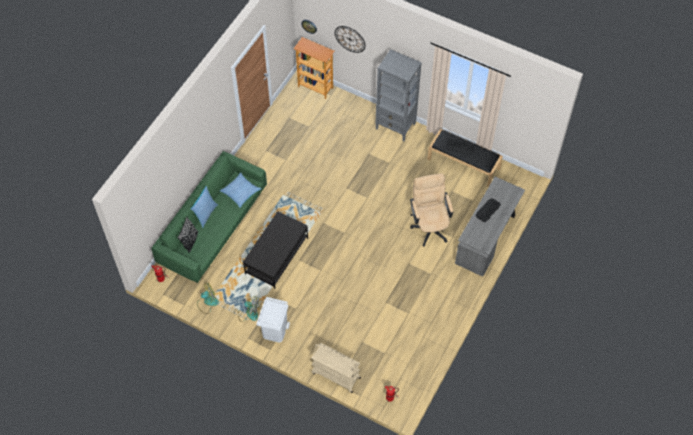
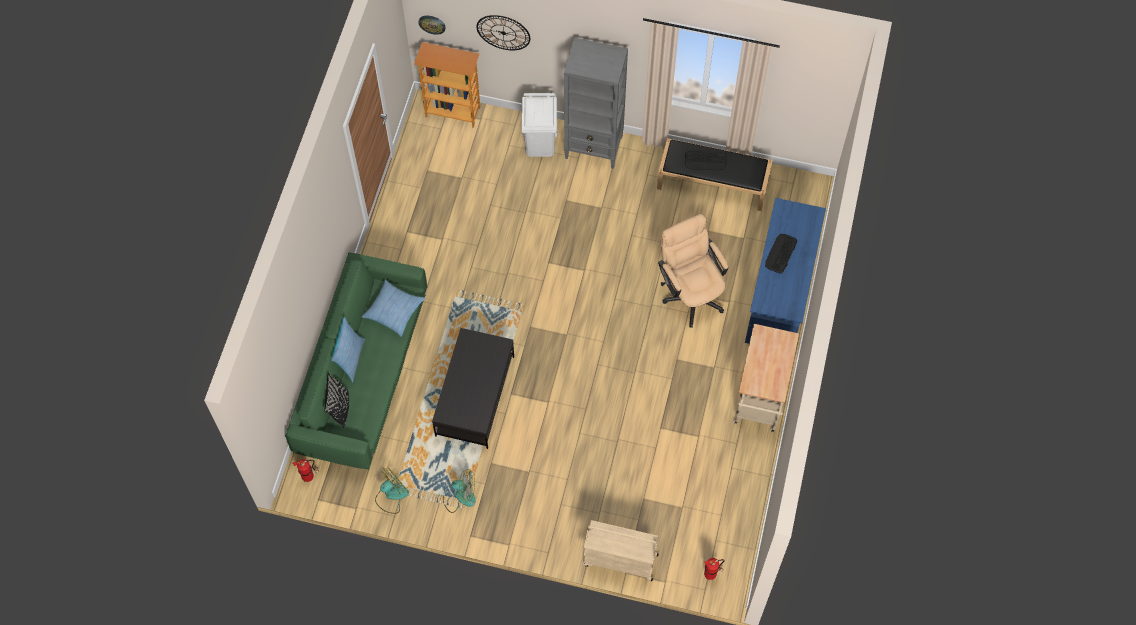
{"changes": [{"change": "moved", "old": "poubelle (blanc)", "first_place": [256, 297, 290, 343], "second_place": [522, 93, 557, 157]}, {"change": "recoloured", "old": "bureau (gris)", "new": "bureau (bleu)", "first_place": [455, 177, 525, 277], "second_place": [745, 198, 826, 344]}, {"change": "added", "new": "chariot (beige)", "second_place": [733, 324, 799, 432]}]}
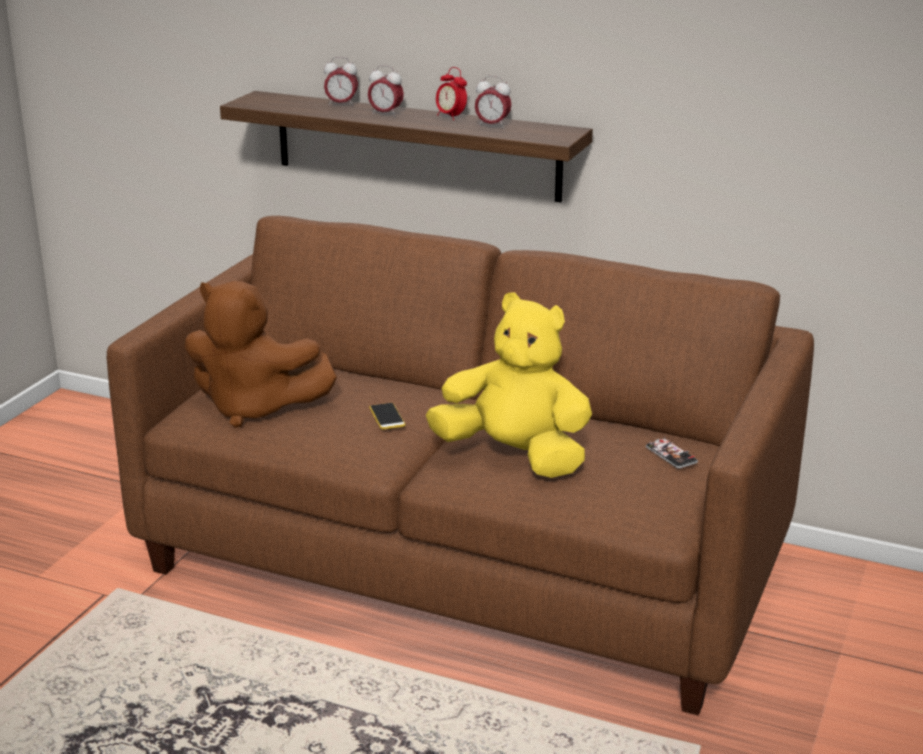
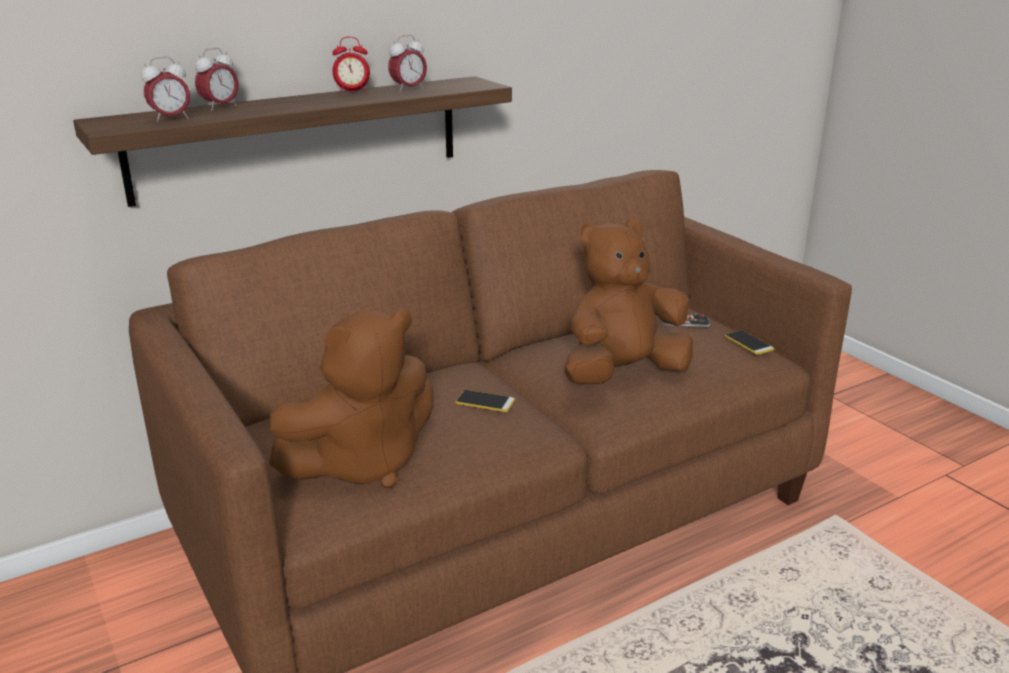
{"changes": [{"change": "moved", "old": "réveil", "first_place": [368, 65, 404, 117], "second_place": [141, 57, 190, 122]}, {"change": "recoloured", "old": "peluche (jaune)", "new": "peluche (marron)", "first_place": [426, 292, 592, 478], "second_place": [565, 219, 693, 385]}, {"change": "added", "new": "téléphone", "second_place": [725, 330, 774, 355]}]}
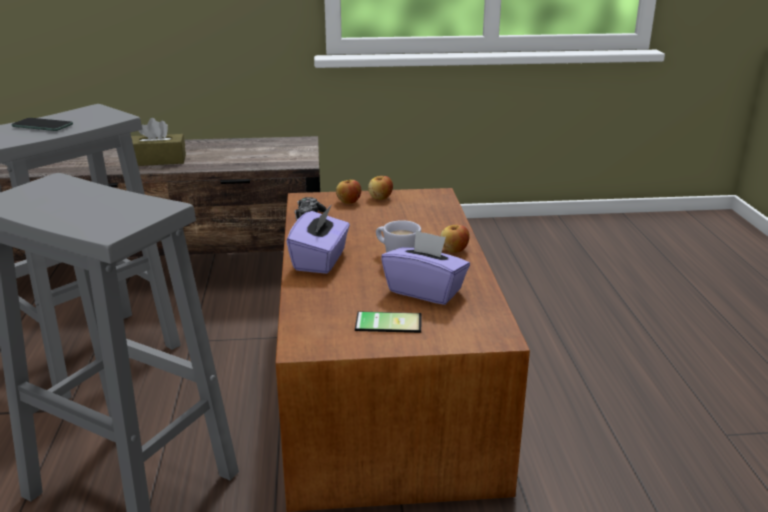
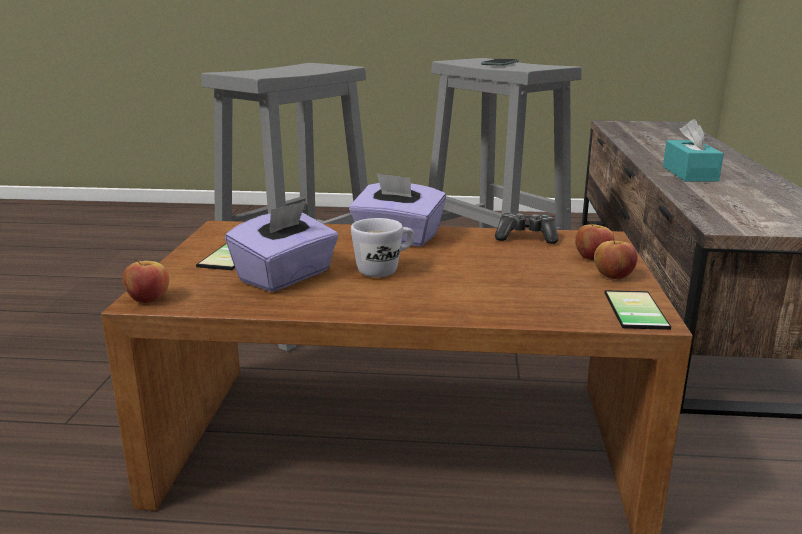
{"changes": [{"change": "recoloured", "old": "boîte à mouchoirs (marron)", "new": "boîte à mouchoirs (turquoise)", "first_place": [131, 118, 186, 166], "second_place": [663, 119, 724, 182]}, {"change": "moved", "old": "pomme", "first_place": [440, 225, 470, 253], "second_place": [123, 259, 169, 303]}, {"change": "added", "new": "téléphone", "second_place": [605, 290, 671, 330]}]}
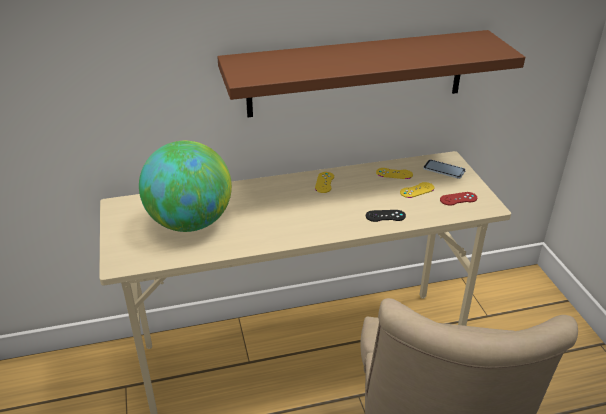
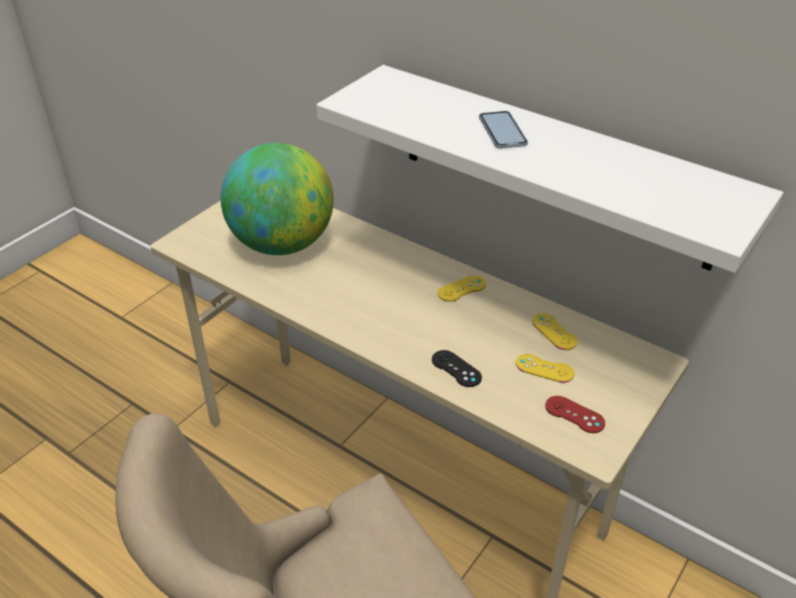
{"changes": [{"change": "recoloured", "old": "étagère (marron)", "new": "étagère (blanc)", "first_place": [217, 30, 525, 117], "second_place": [316, 65, 784, 273]}, {"change": "moved", "old": "téléphone", "first_place": [423, 160, 466, 179], "second_place": [479, 111, 528, 149]}]}
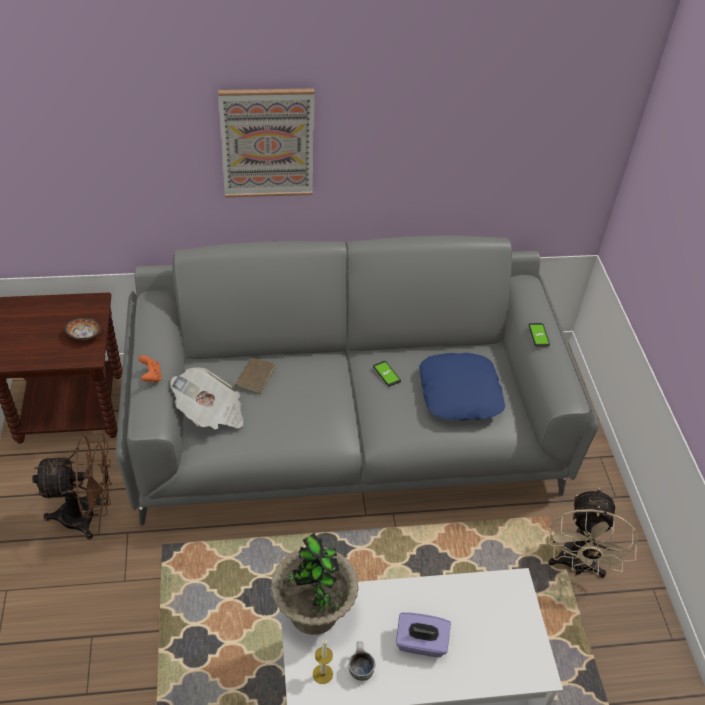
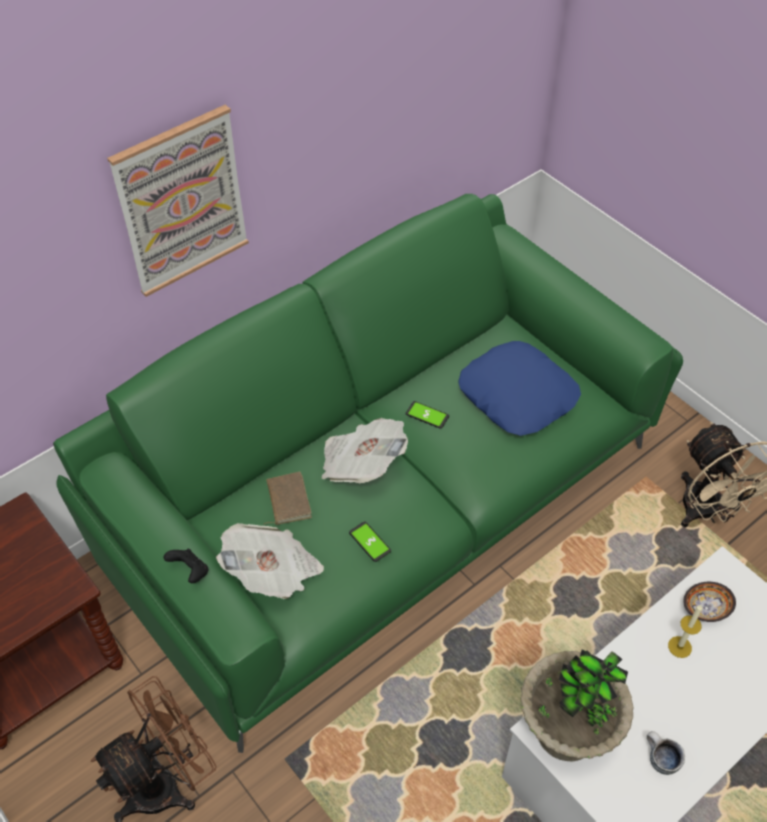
{"changes": [{"change": "moved", "old": "bol", "first_place": [64, 317, 101, 340], "second_place": [683, 582, 736, 622]}, {"change": "recoloured", "old": "canapé (gris)", "new": "canapé (vert)", "first_place": [116, 235, 599, 526], "second_place": [53, 194, 683, 753]}, {"change": "recoloured", "old": "manette (orange)", "new": "manette (noir)", "first_place": [138, 355, 162, 383], "second_place": [163, 549, 208, 583]}, {"change": "moved", "old": "bougie", "first_place": [313, 639, 333, 684], "second_place": [668, 605, 702, 658]}, {"change": "removed", "old": "boîte à mouchoirs (violet)", "first_place": [396, 612, 451, 657]}, {"change": "moved", "old": "téléphone", "first_place": [529, 323, 550, 347], "second_place": [349, 522, 391, 562]}, {"change": "added", "new": "journal", "second_place": [322, 418, 408, 483]}]}
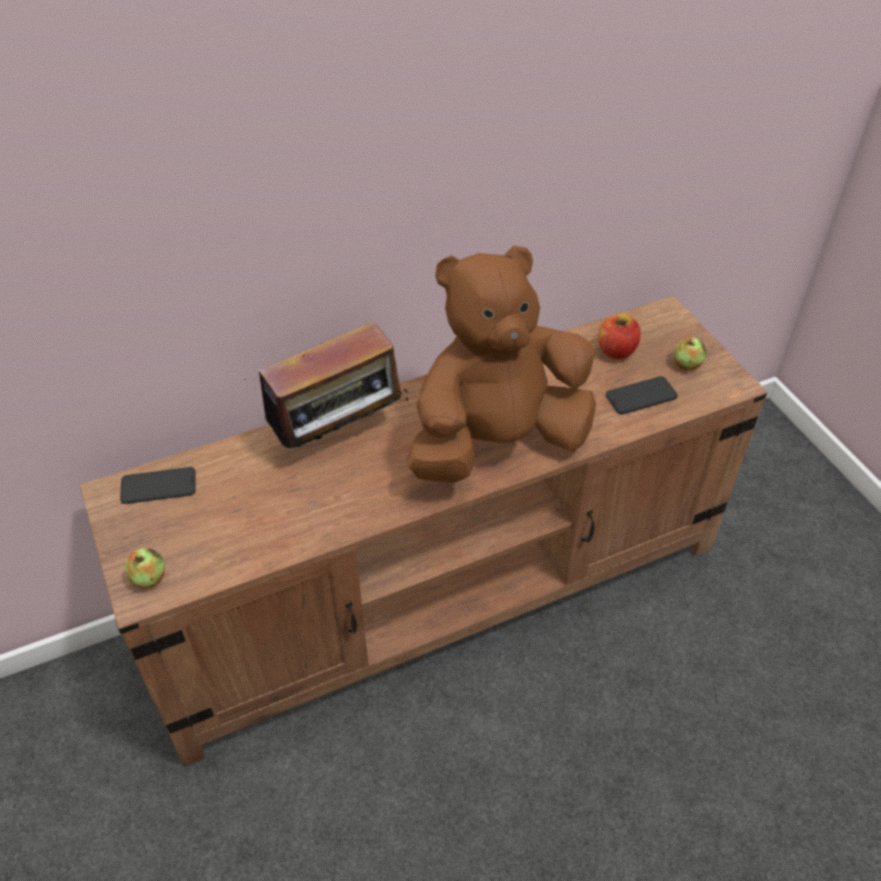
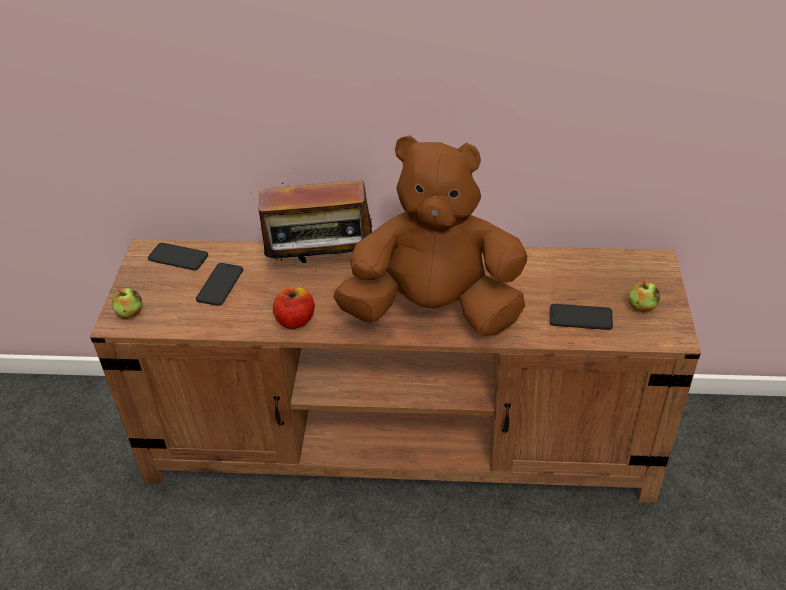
{"changes": [{"change": "moved", "old": "pomme", "first_place": [598, 314, 641, 359], "second_place": [273, 287, 315, 329]}, {"change": "added", "new": "téléphone", "second_place": [196, 263, 243, 306]}]}
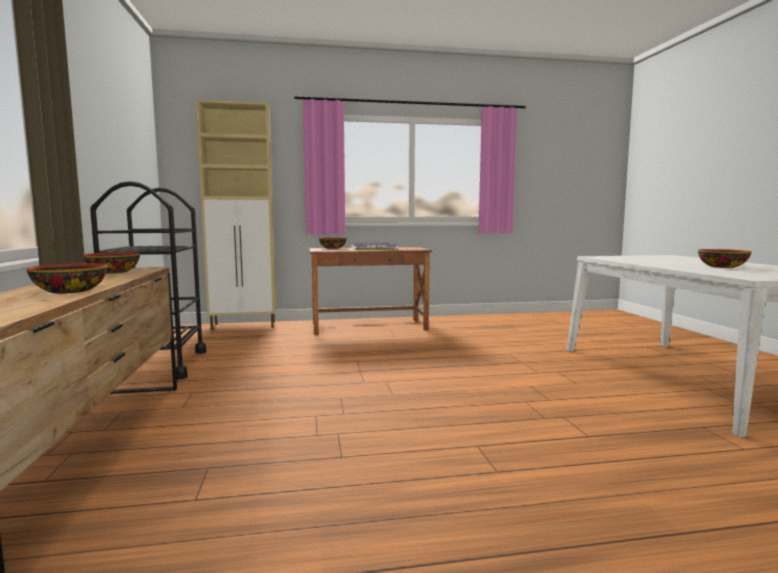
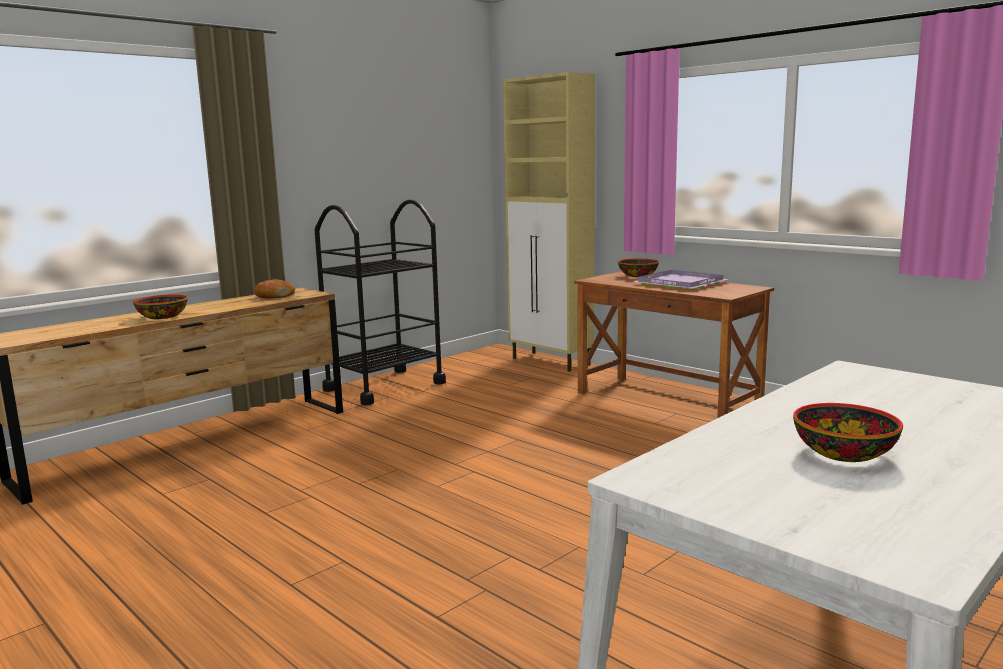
{"changes": [{"change": "replaced", "old": "bol", "new": "pain", "first_place": [83, 252, 140, 274], "second_place": [254, 279, 295, 298]}]}
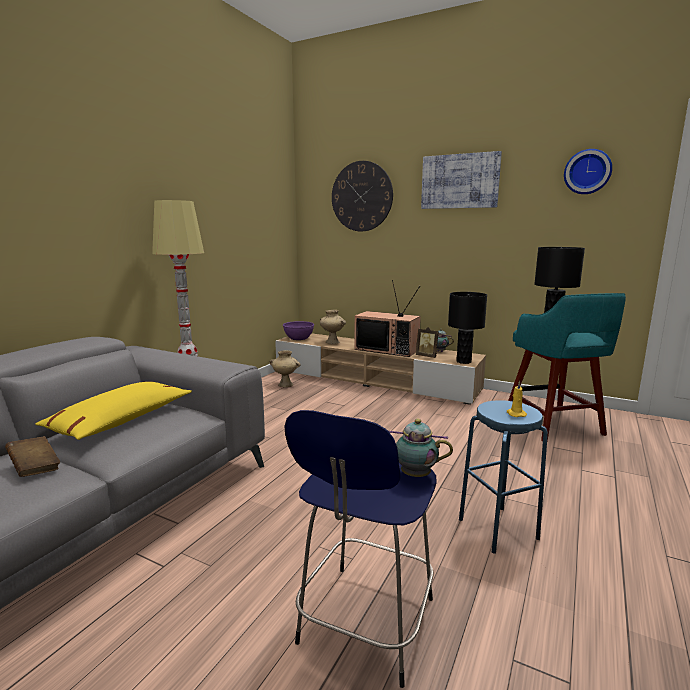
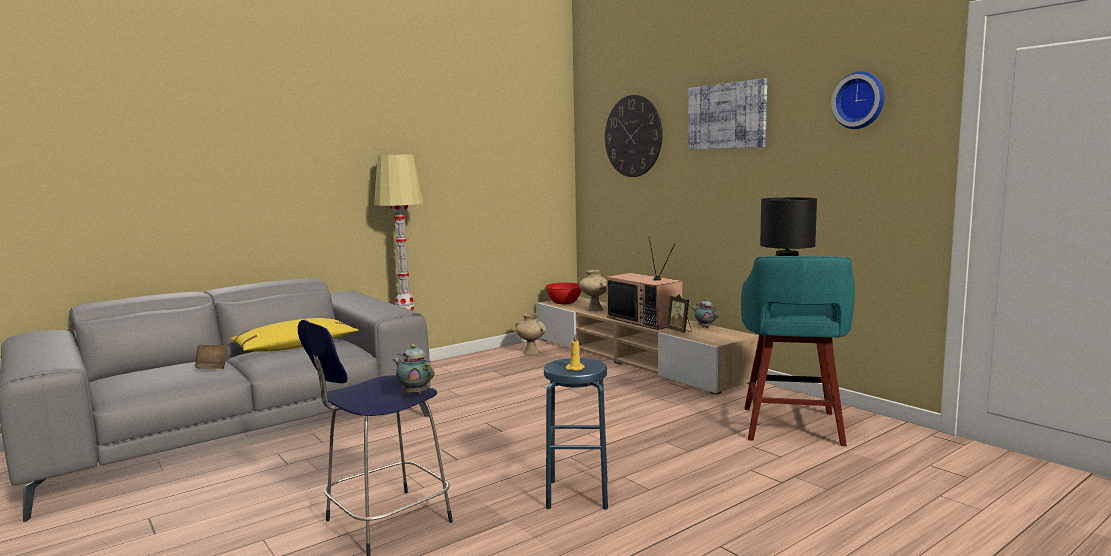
{"changes": [{"change": "recoloured", "old": "bol (violet)", "new": "bol (rouge)", "first_place": [283, 321, 314, 340], "second_place": [545, 282, 582, 304]}, {"change": "removed", "old": "lampe de table (noir)", "first_place": [448, 292, 487, 364]}]}
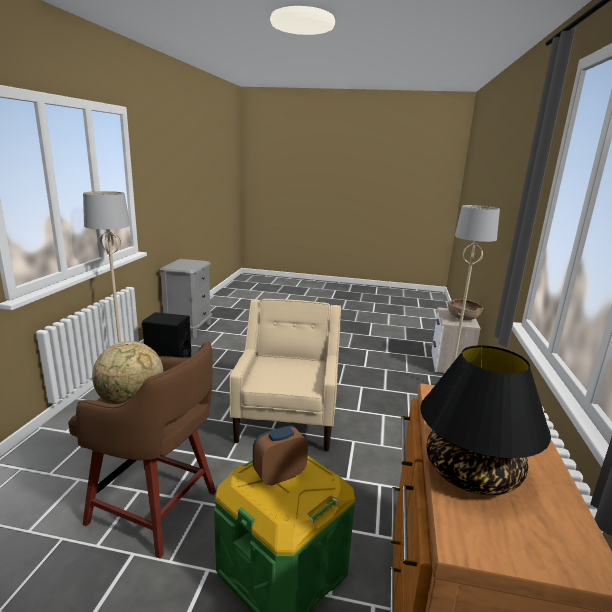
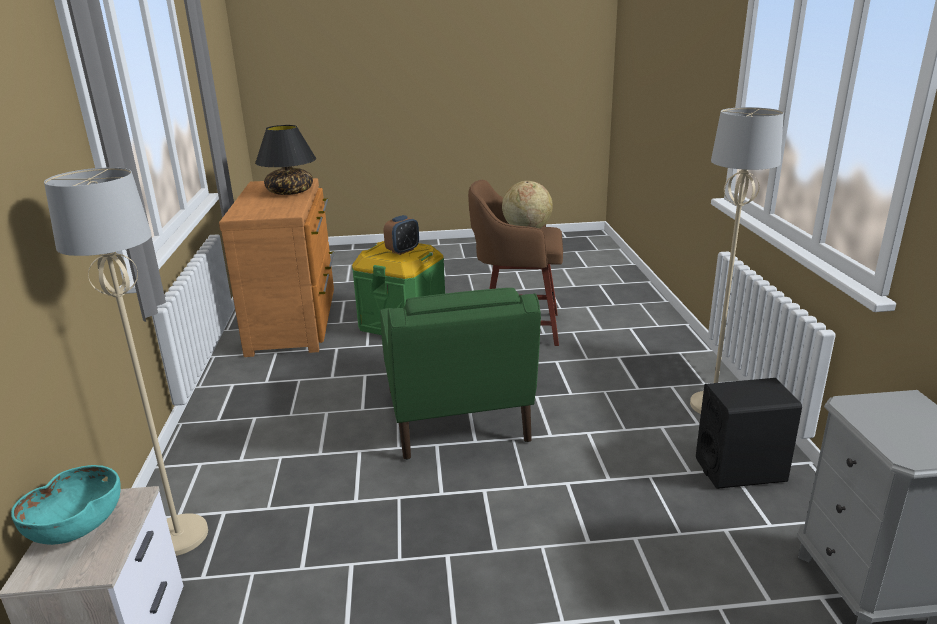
{"changes": [{"change": "recoloured", "old": "fauteuil (beige)", "new": "fauteuil (vert)", "first_place": [230, 299, 341, 451], "second_place": [380, 288, 541, 460]}, {"change": "recoloured", "old": "bol (marron)", "new": "bol (turquoise)", "first_place": [448, 299, 483, 320], "second_place": [11, 465, 121, 545]}]}
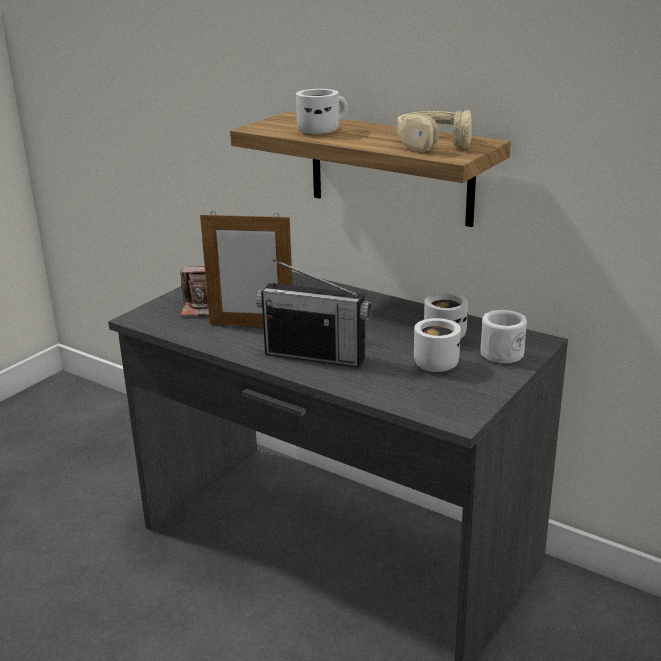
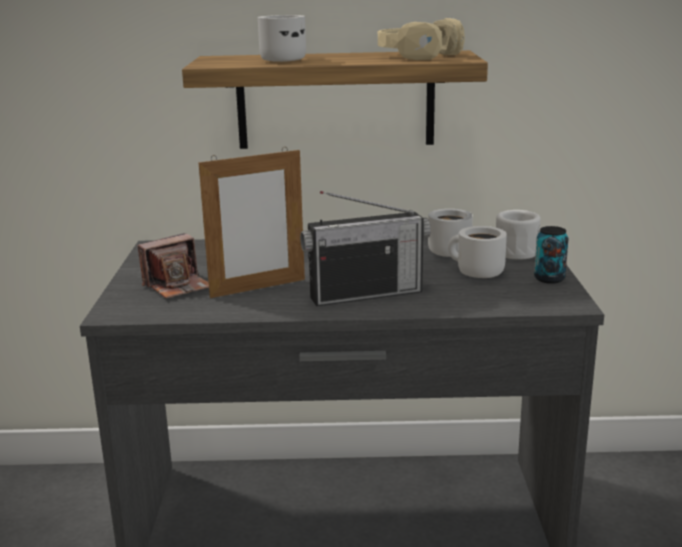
{"changes": [{"change": "added", "new": "boîte métallique", "second_place": [534, 226, 569, 284]}]}
